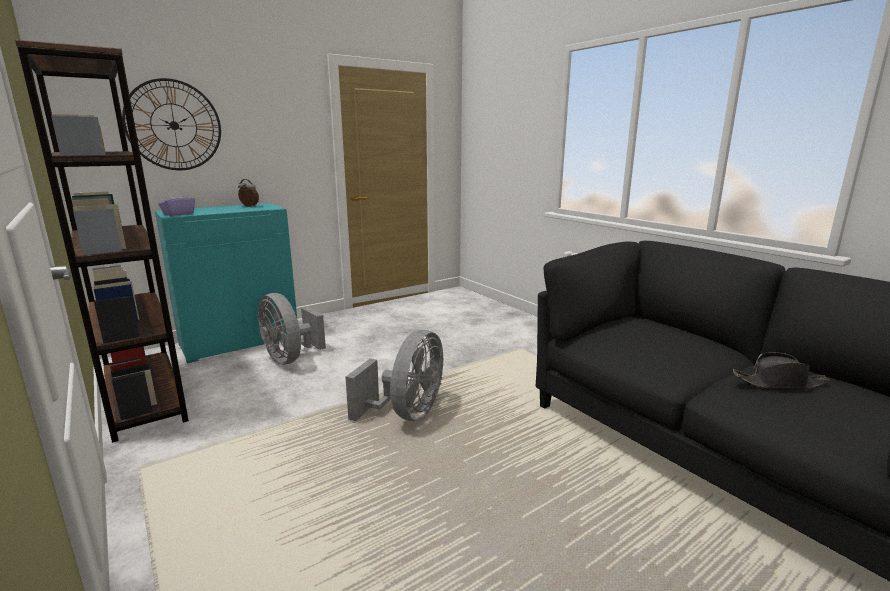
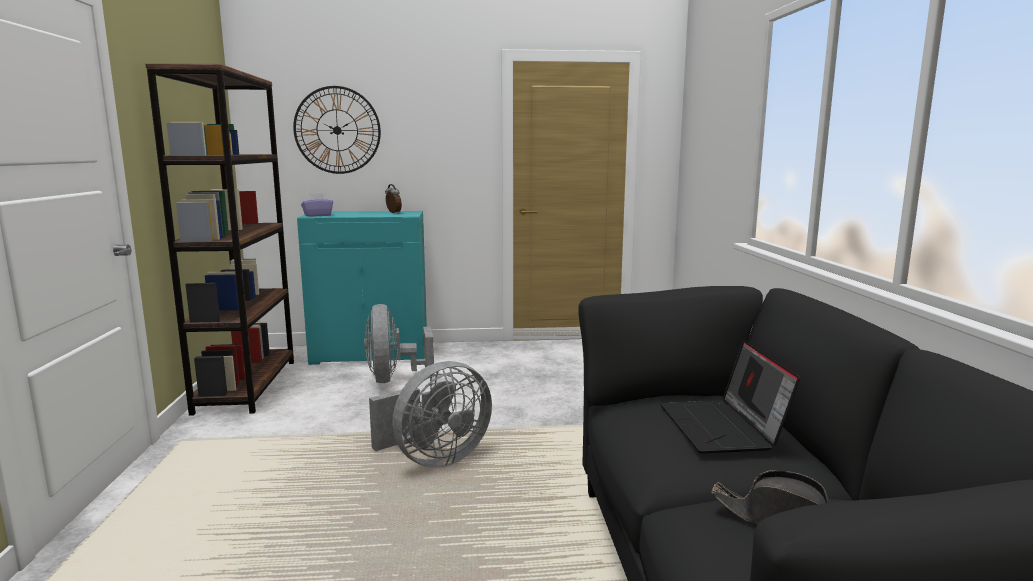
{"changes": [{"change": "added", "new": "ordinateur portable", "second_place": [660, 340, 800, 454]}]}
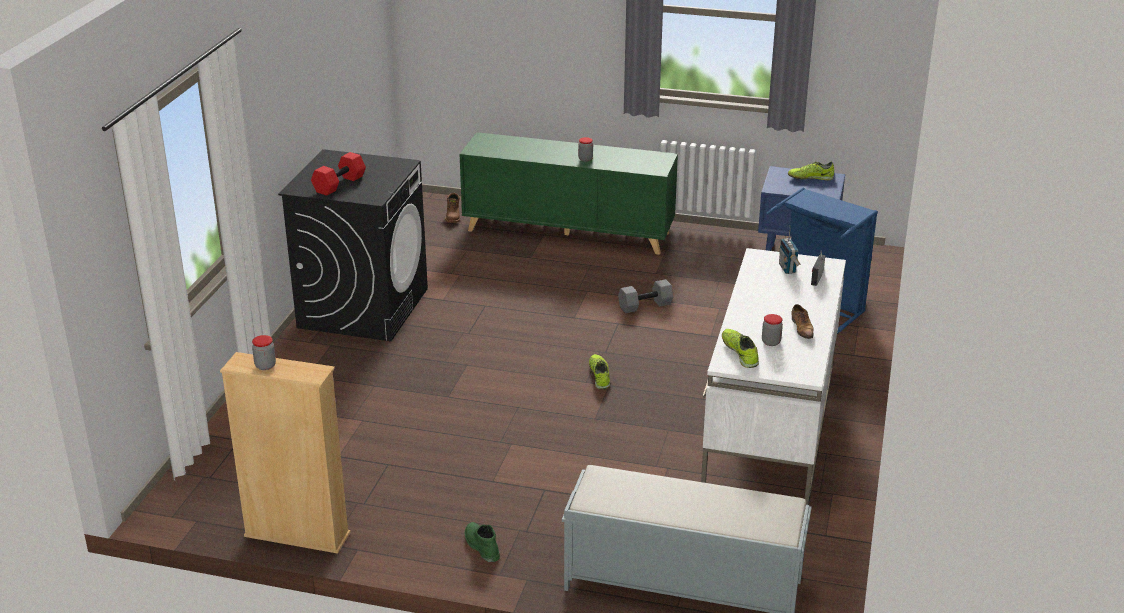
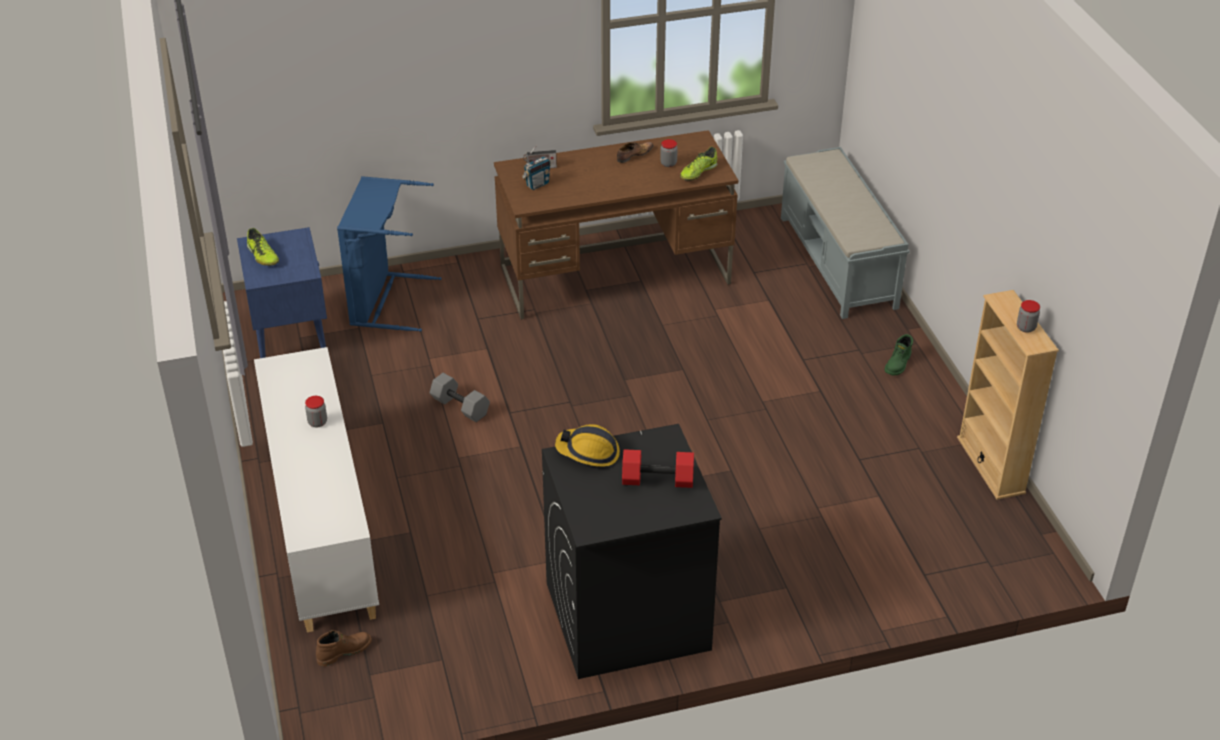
{"changes": [{"change": "recoloured", "old": "meuble de rangement (vert)", "new": "meuble de rangement (blanc)", "first_place": [459, 132, 678, 255], "second_place": [254, 347, 379, 632]}, {"change": "removed", "old": "chaussure", "first_place": [589, 354, 610, 389]}, {"change": "recoloured", "old": "bureau (blanc)", "new": "bureau (marron)", "first_place": [701, 248, 846, 505], "second_place": [494, 130, 738, 319]}, {"change": "added", "new": "casque de chantier", "second_place": [555, 424, 620, 467]}]}
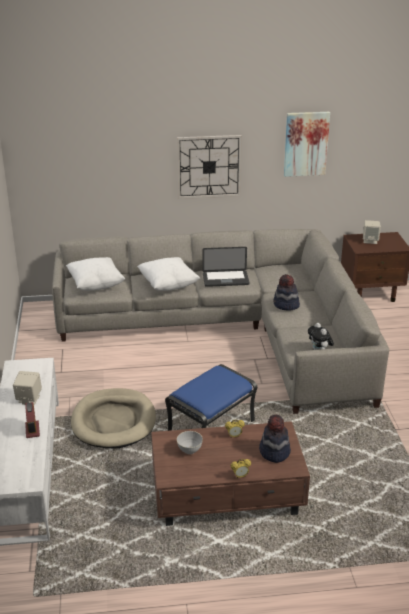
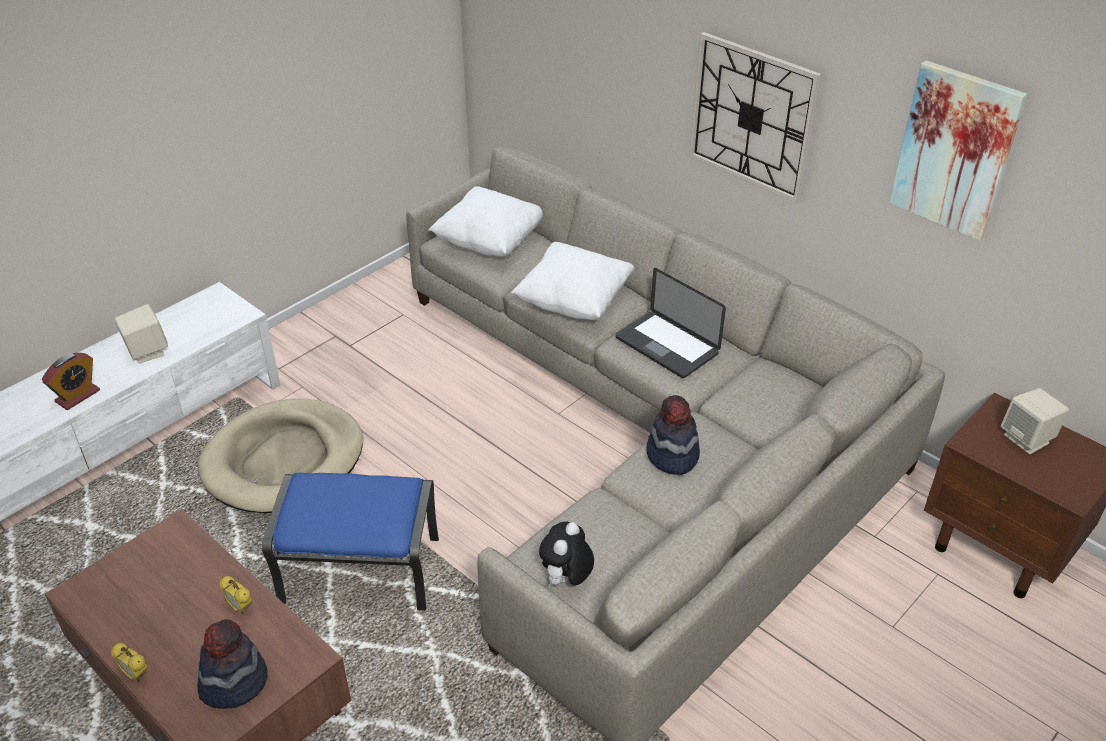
{"changes": [{"change": "removed", "old": "bol (gris)", "first_place": [177, 431, 203, 454]}]}
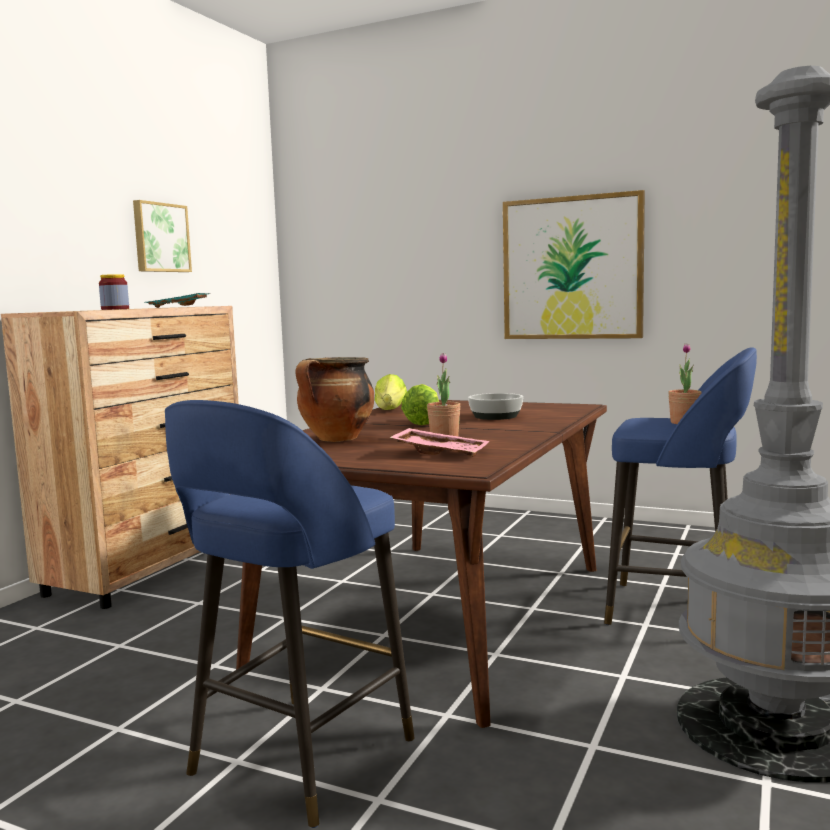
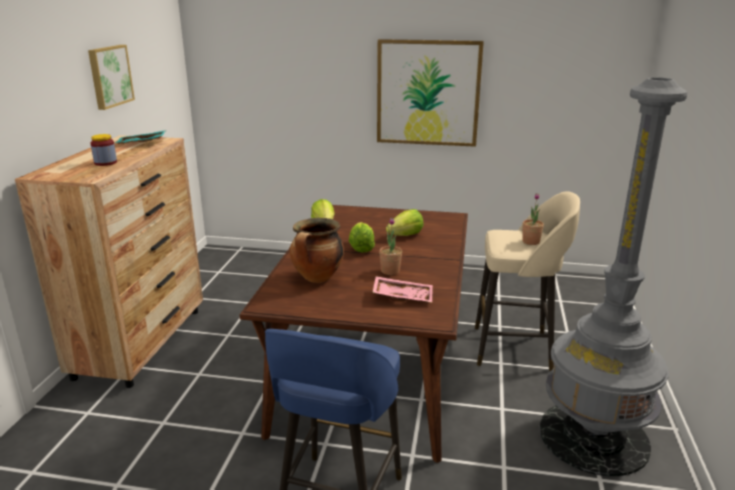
{"changes": [{"change": "replaced", "old": "bol", "new": "laitue", "first_place": [468, 393, 523, 420], "second_place": [386, 209, 424, 236]}, {"change": "recoloured", "old": "tabouret (bleu)", "new": "tabouret (beige)", "first_place": [604, 347, 757, 625], "second_place": [475, 191, 580, 371]}]}
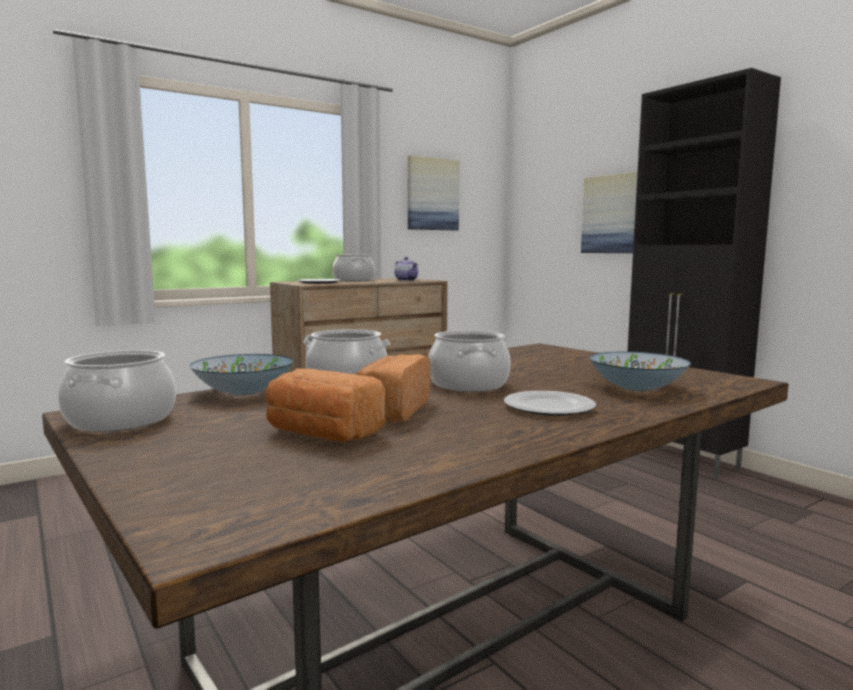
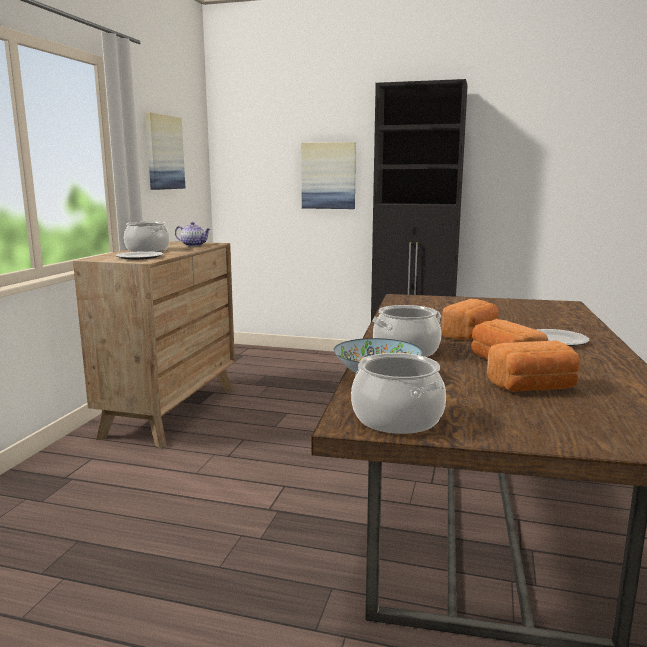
{"changes": [{"change": "replaced", "old": "marmite", "new": "pain", "first_place": [428, 330, 511, 392], "second_place": [441, 299, 499, 340]}, {"change": "removed", "old": "bol", "first_place": [589, 352, 691, 391]}]}
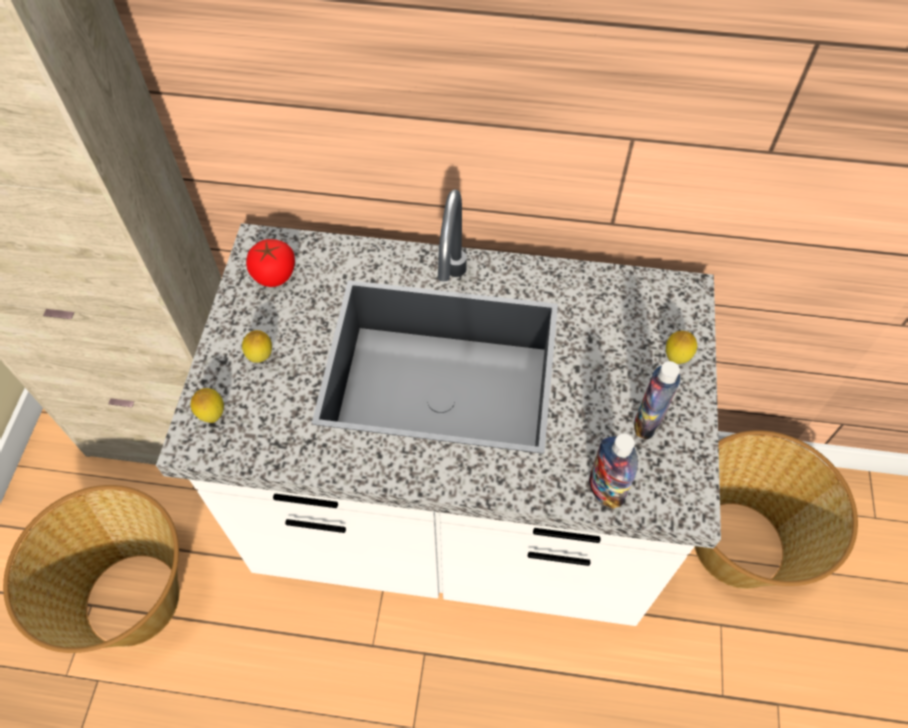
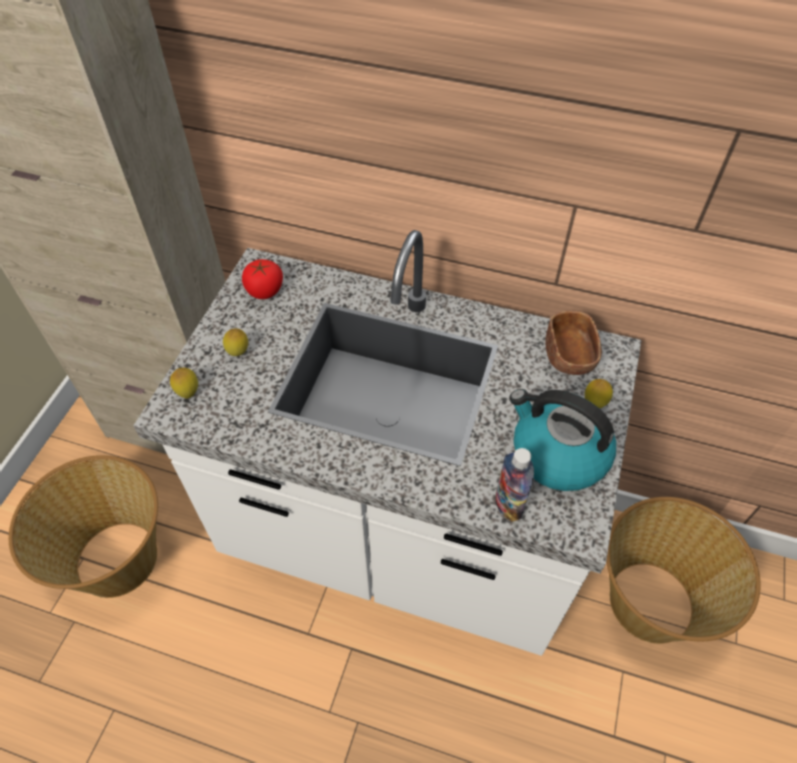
{"changes": [{"change": "replaced", "old": "bouteille", "new": "bouilloire", "first_place": [634, 361, 680, 440], "second_place": [509, 389, 616, 491]}, {"change": "added", "new": "bol (marron)", "second_place": [545, 311, 602, 375]}]}
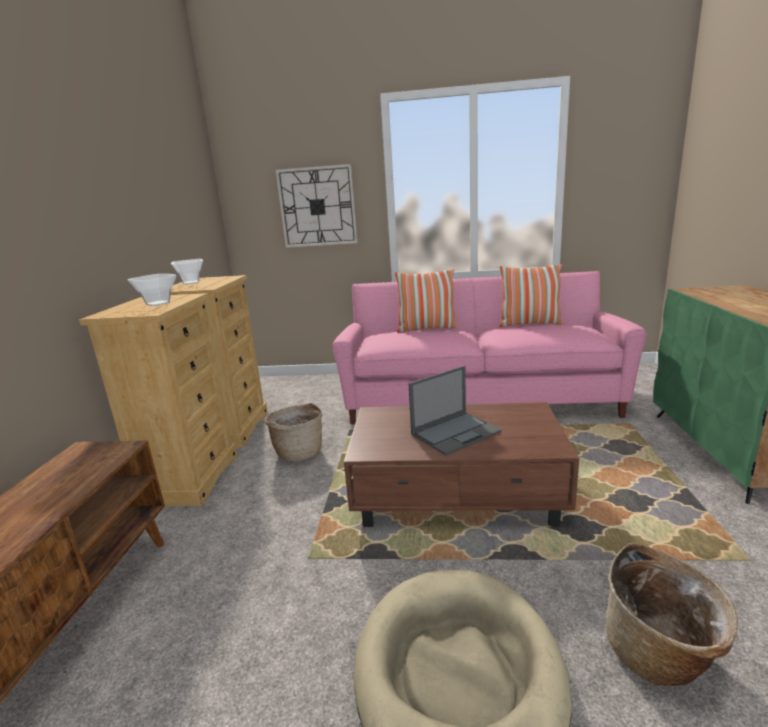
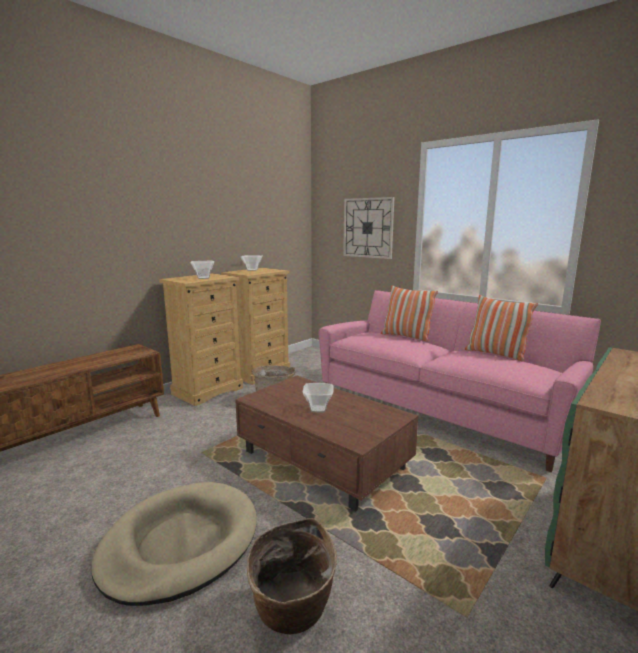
{"changes": [{"change": "replaced", "old": "ordinateur portable", "new": "bol", "first_place": [408, 366, 502, 456], "second_place": [303, 383, 334, 413]}]}
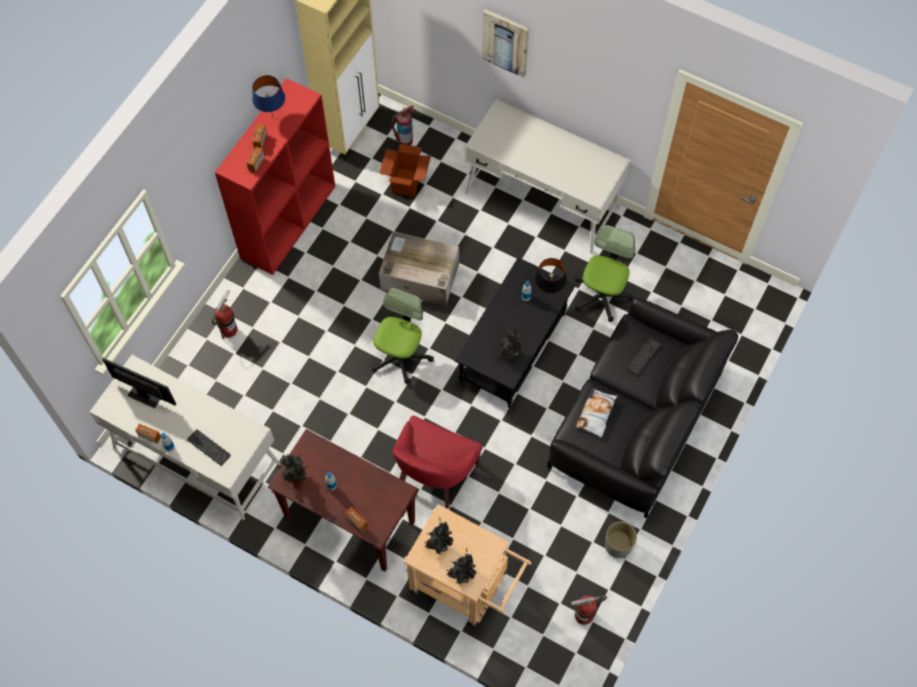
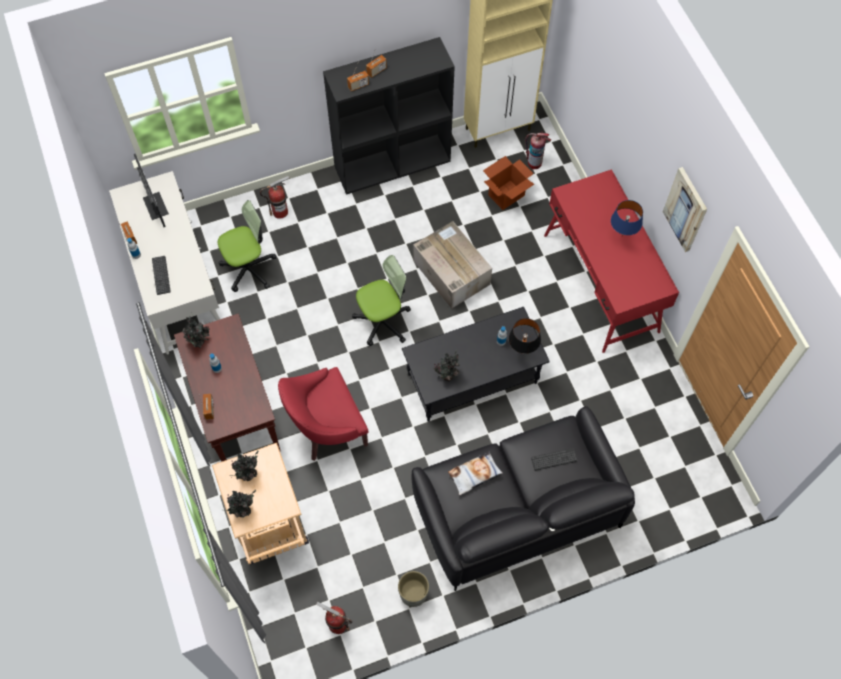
{"changes": [{"change": "recoloured", "old": "bibliothèque (rouge)", "new": "bibliothèque (noir)", "first_place": [215, 78, 335, 275], "second_place": [323, 37, 455, 195]}, {"change": "moved", "old": "lampe de table (bleu)", "first_place": [252, 75, 285, 116], "second_place": [611, 200, 643, 236]}, {"change": "recoloured", "old": "bureau (blanc)", "new": "bureau (rouge)", "first_place": [465, 99, 631, 254], "second_place": [544, 169, 679, 353]}, {"change": "moved", "old": "tableau", "first_place": [482, 9, 529, 78], "second_place": [663, 167, 707, 252]}, {"change": "moved", "old": "chaise de bureau", "first_place": [575, 225, 635, 322], "second_place": [218, 200, 277, 292]}]}
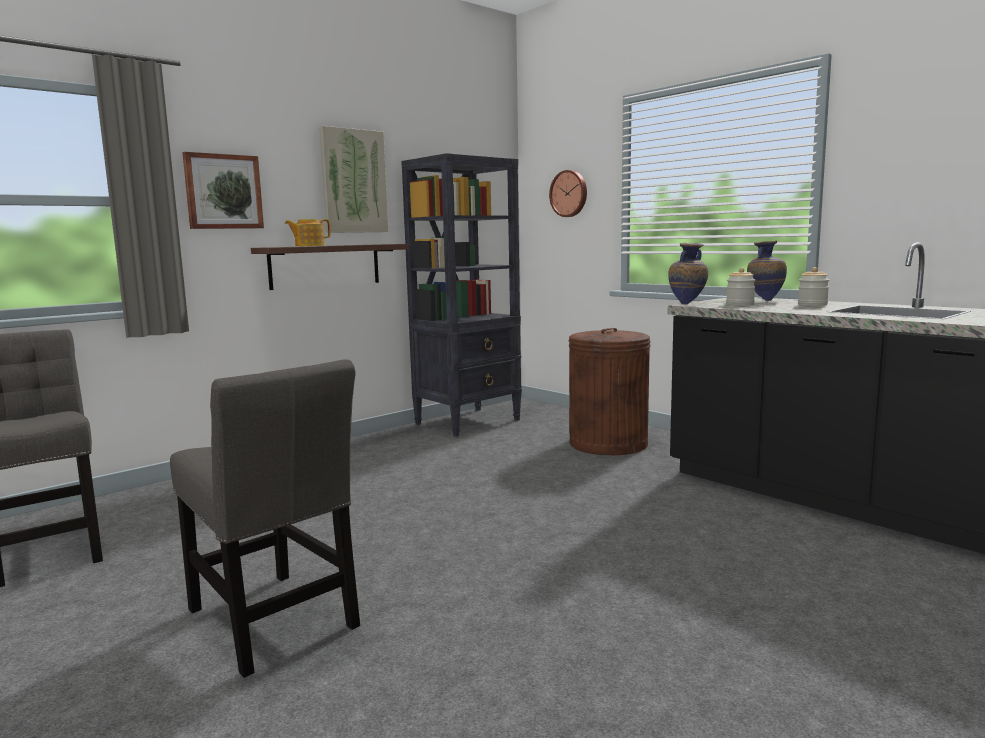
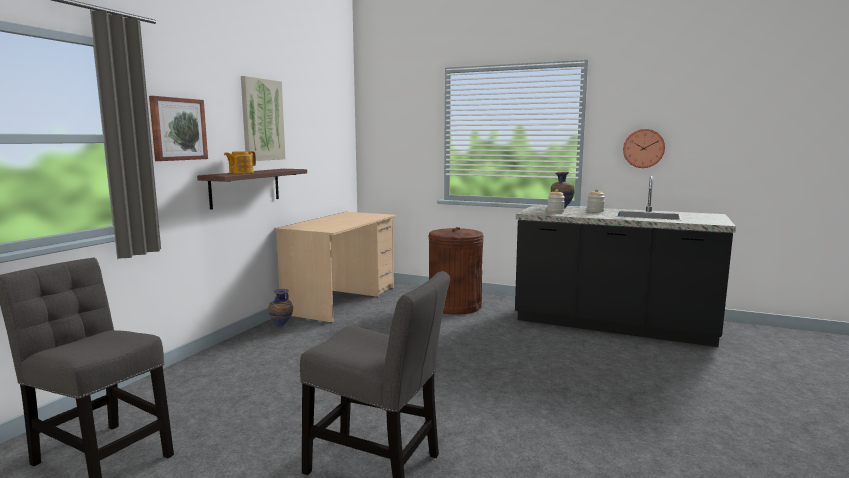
{"changes": [{"change": "replaced", "old": "bibliothèque (noir)", "new": "bureau (beige)", "first_place": [401, 153, 522, 437], "second_place": [275, 212, 397, 323]}, {"change": "moved", "old": "horloge murale", "first_place": [549, 170, 587, 217], "second_place": [623, 129, 665, 168]}, {"change": "moved", "old": "vase", "first_place": [668, 243, 708, 304], "second_place": [268, 289, 293, 327]}]}
